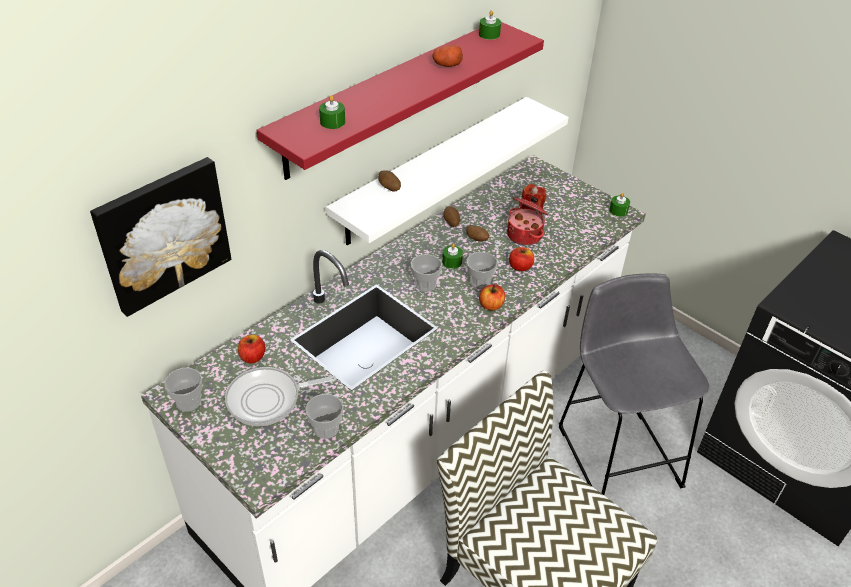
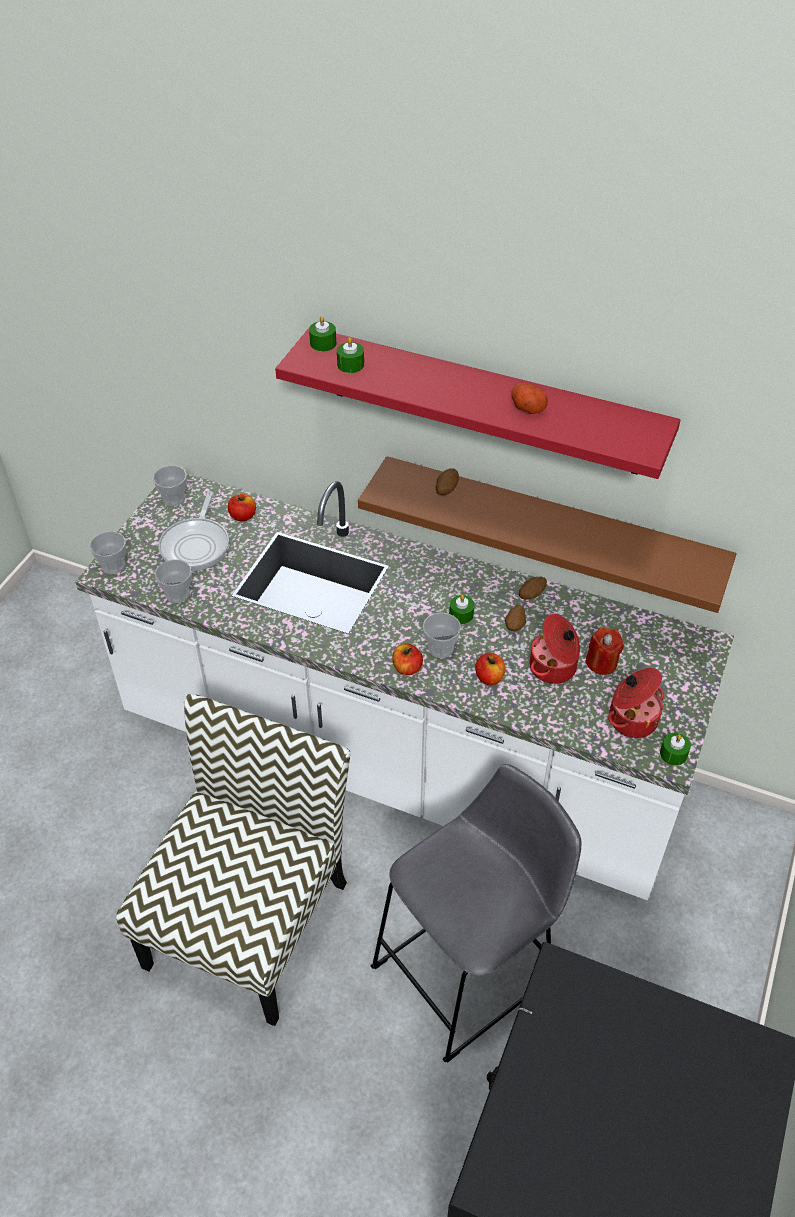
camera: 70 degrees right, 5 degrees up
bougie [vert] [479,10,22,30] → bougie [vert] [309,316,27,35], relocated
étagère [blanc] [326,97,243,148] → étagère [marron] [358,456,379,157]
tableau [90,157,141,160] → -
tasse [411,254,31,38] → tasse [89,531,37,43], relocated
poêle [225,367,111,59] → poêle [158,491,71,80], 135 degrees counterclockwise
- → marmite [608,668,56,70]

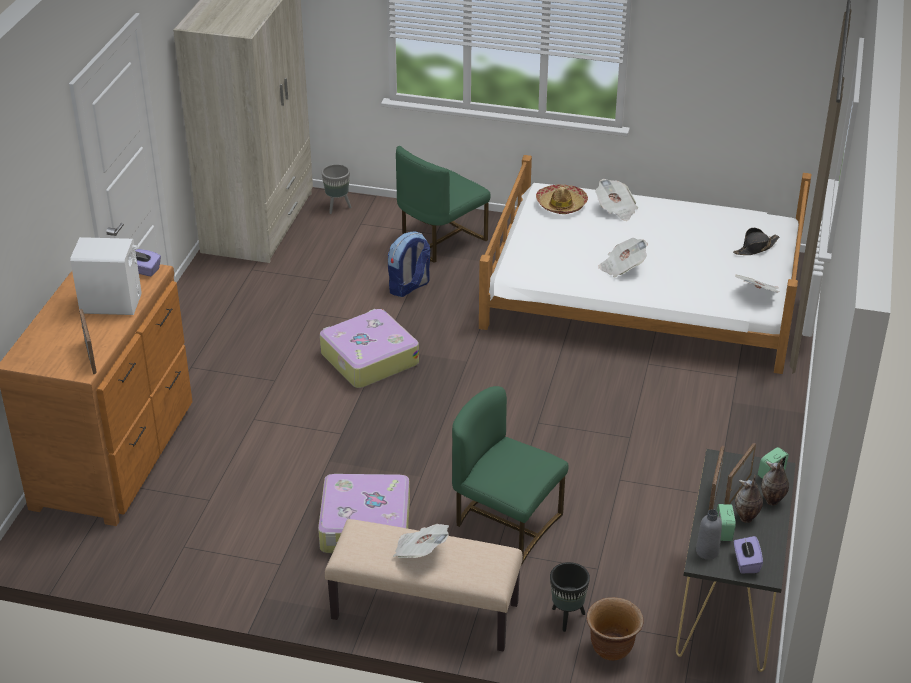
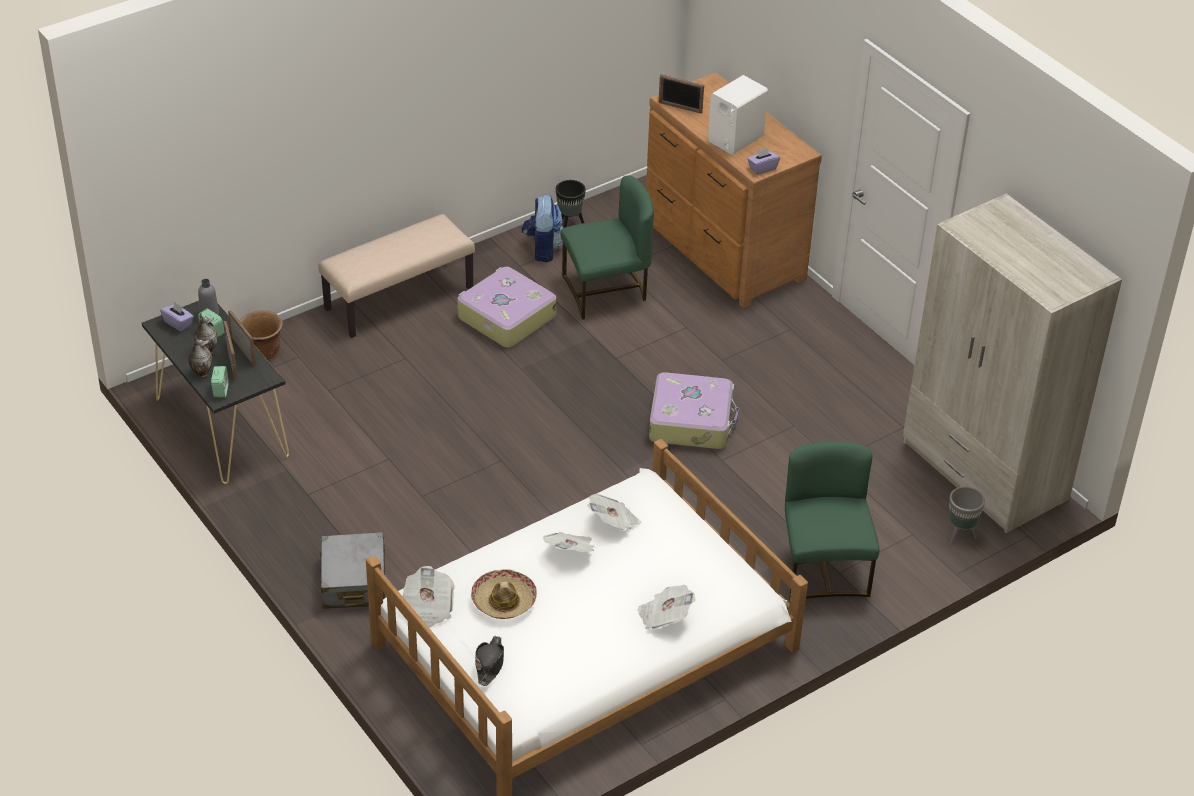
camera: 130 degrees right, 5 degrees up
chapeau [536,184,52,30] → chapeau [471,569,66,50], relocated
sac à dos [388,231,42,66] → sac à dos [522,194,41,68], relocated
chaise [vert] [452,386,117,179] → chaise [vert] [560,176,94,144], relocated
journal [393,524,56,34] → journal [587,494,54,36], relocated
cache-pot [noir] [550,562,40,70] → cache-pot [noir] [556,180,30,48], relocated
- → valise [gris] [319,532,67,77]

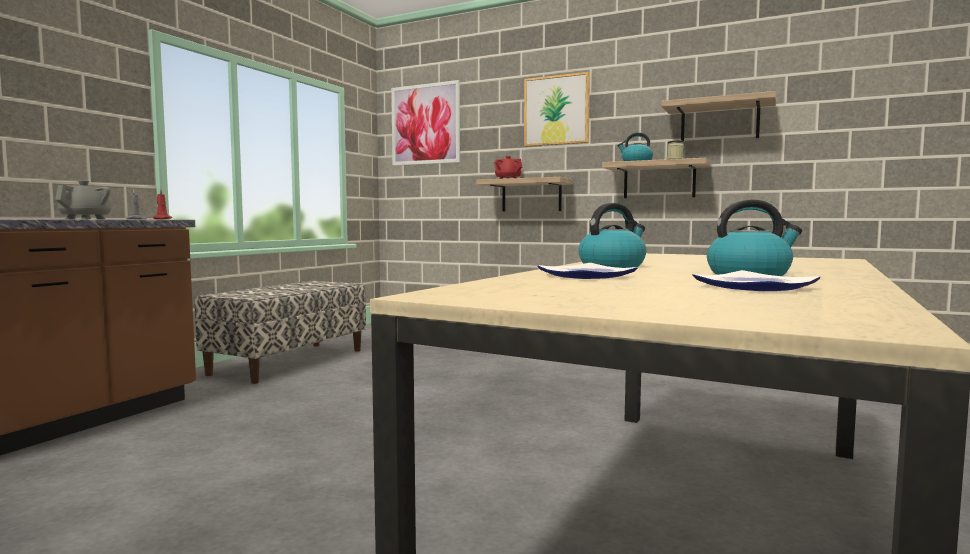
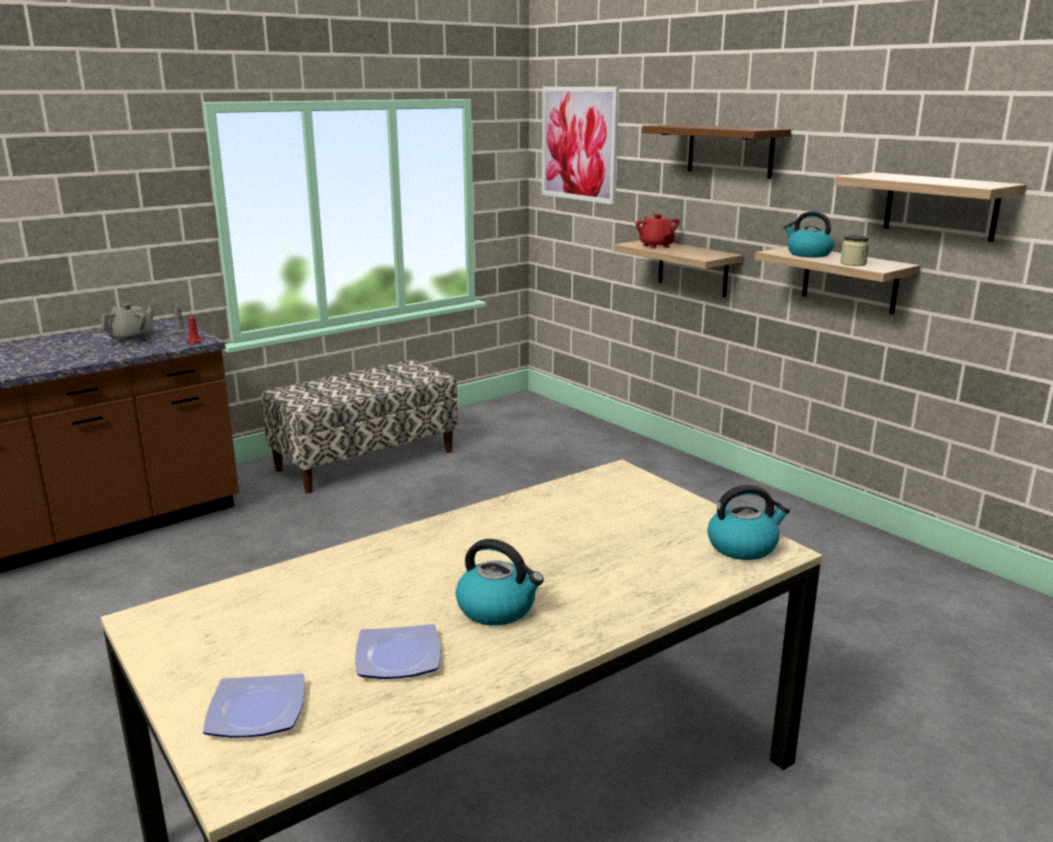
camera: 25 degrees right, 15 degrees up
tableau [524,72,66,75] → étagère [marron] [642,124,149,55]
bouilloire [578,203,68,65] → bouilloire [707,485,83,75], relocated
assiette [537,263,101,16] → assiette [203,674,102,64], relocated

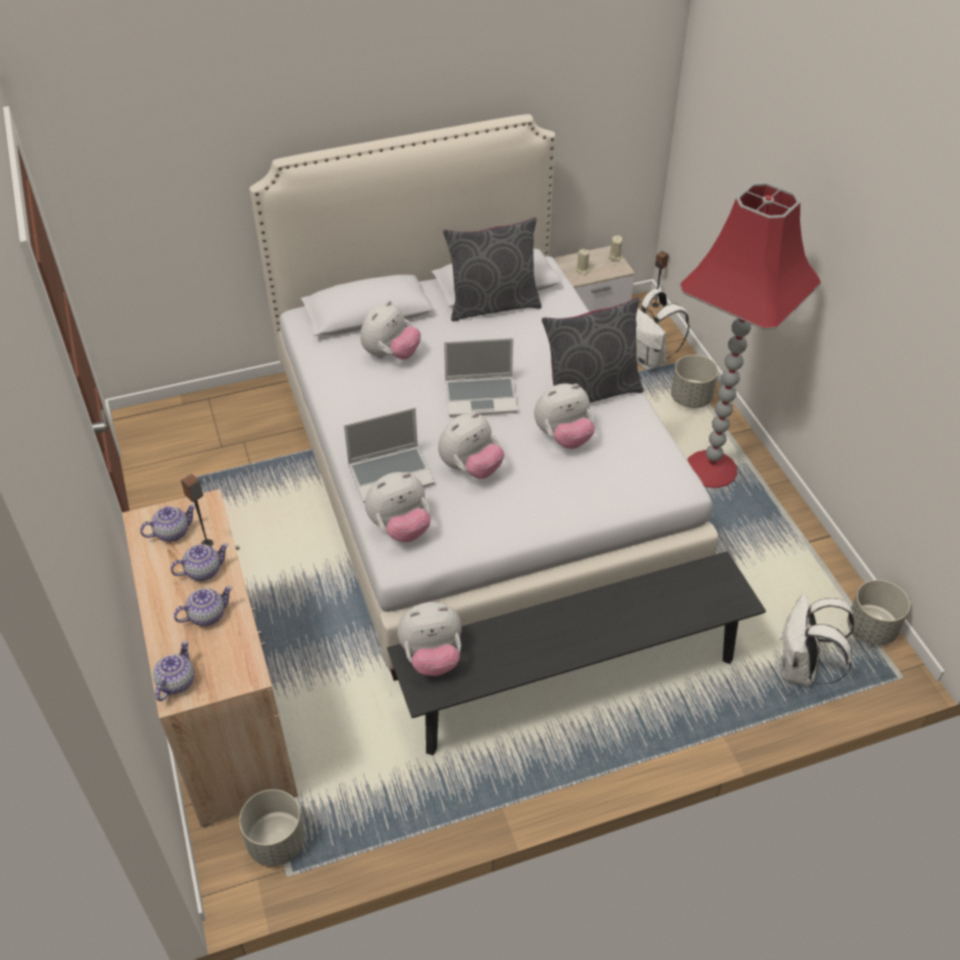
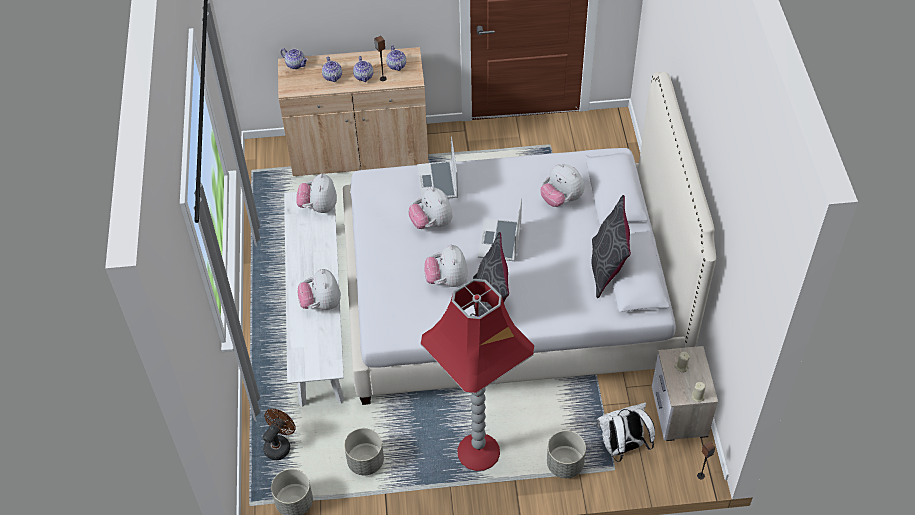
camera: 105 degrees right, 5 degrees up
peluche [365,472,66,70] → peluche [298,269,43,41], relocated
banc [noir] [387,551,379,204] → banc [blanc] [284,192,60,215]
sac à dos [blanc] [780,593,74,92] → ventilateur [marron] [263,409,33,51]
cache-pot [gris] [239,789,66,77] → cache-pot [gris] [344,428,40,47], relocated

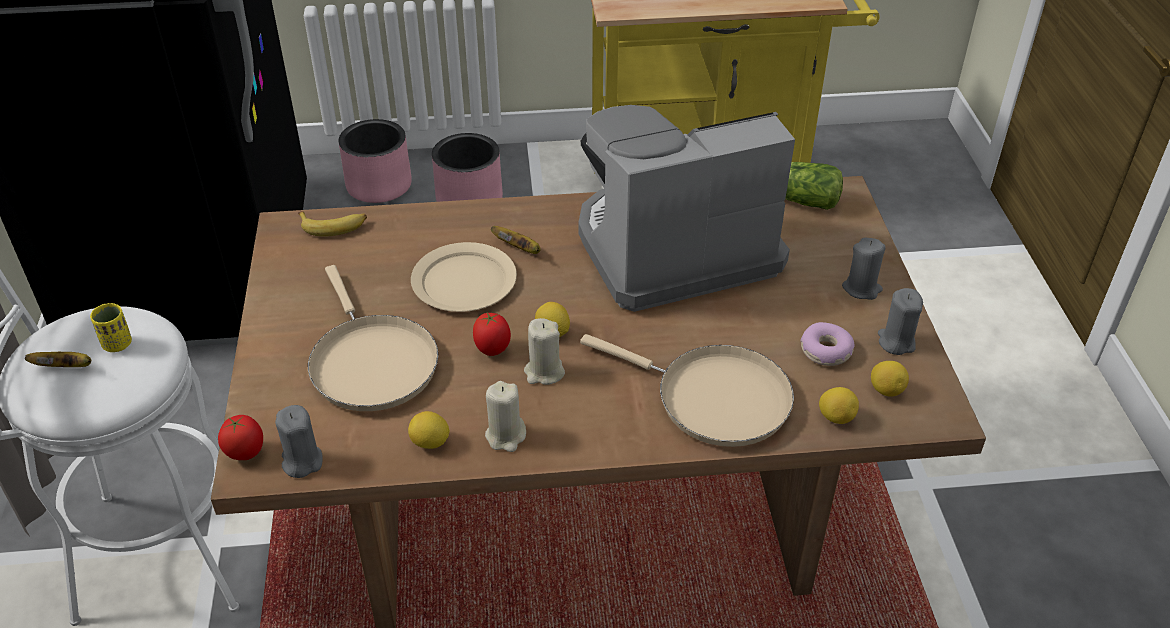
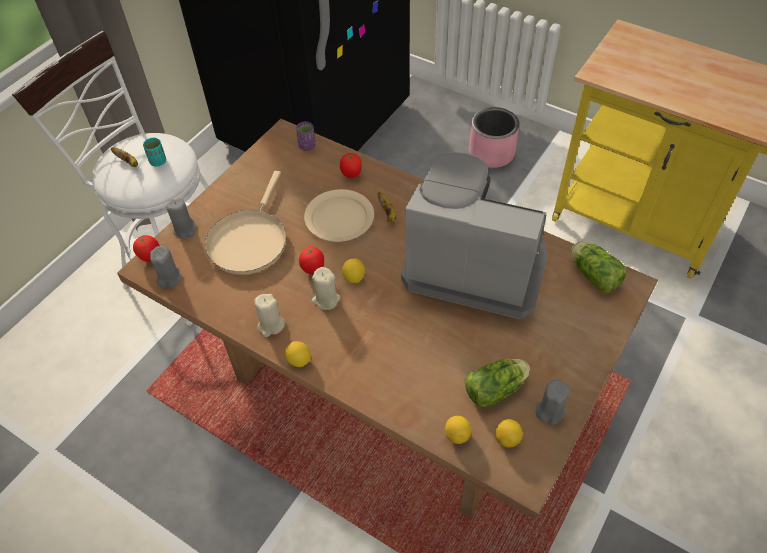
camera: 40 degrees right, 10 degrees up
cache-pot [rose] [339,119,73,84] → -
banane [298,211,69,26] → tasse [violet] [296,122,20,29]
bougie [gris] [842,238,44,62] → bougie [gris] [166,198,31,41], relocated
tasse [jaune] [90,303,42,49] → tasse [turquoise] [143,138,23,28]
beignet [801,322,54,44] → laitue [465,359,65,48]
poêle [beige] [580,334,214,113] → -
citron [408,411,42,38] → citron [285,341,26,26], relocated
- → tomate [340,153,22,25]

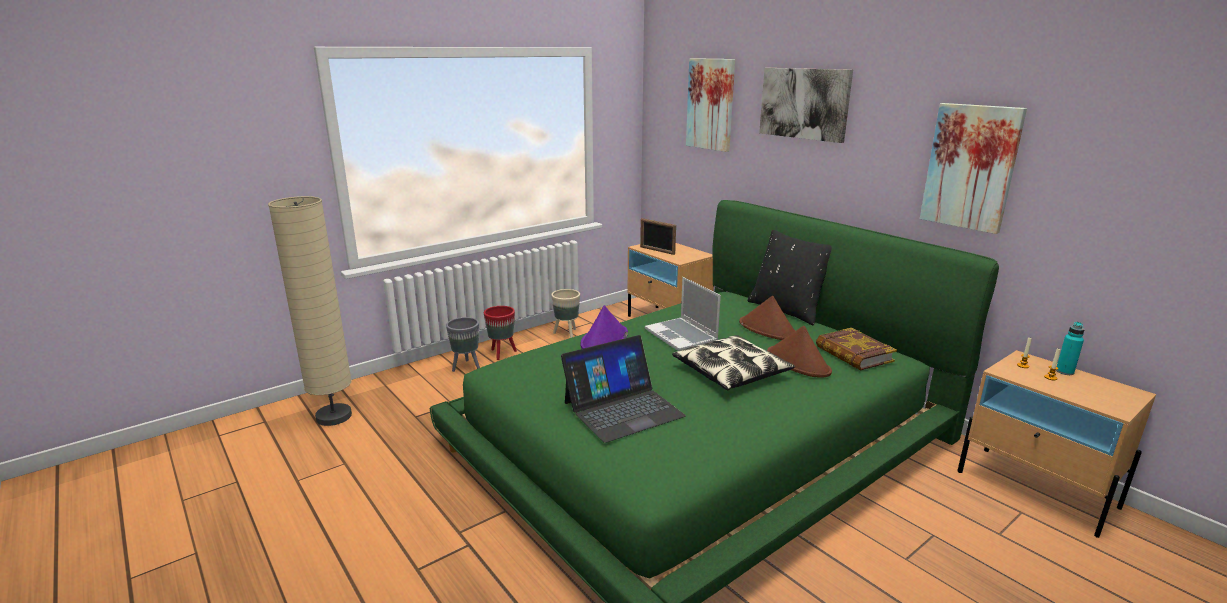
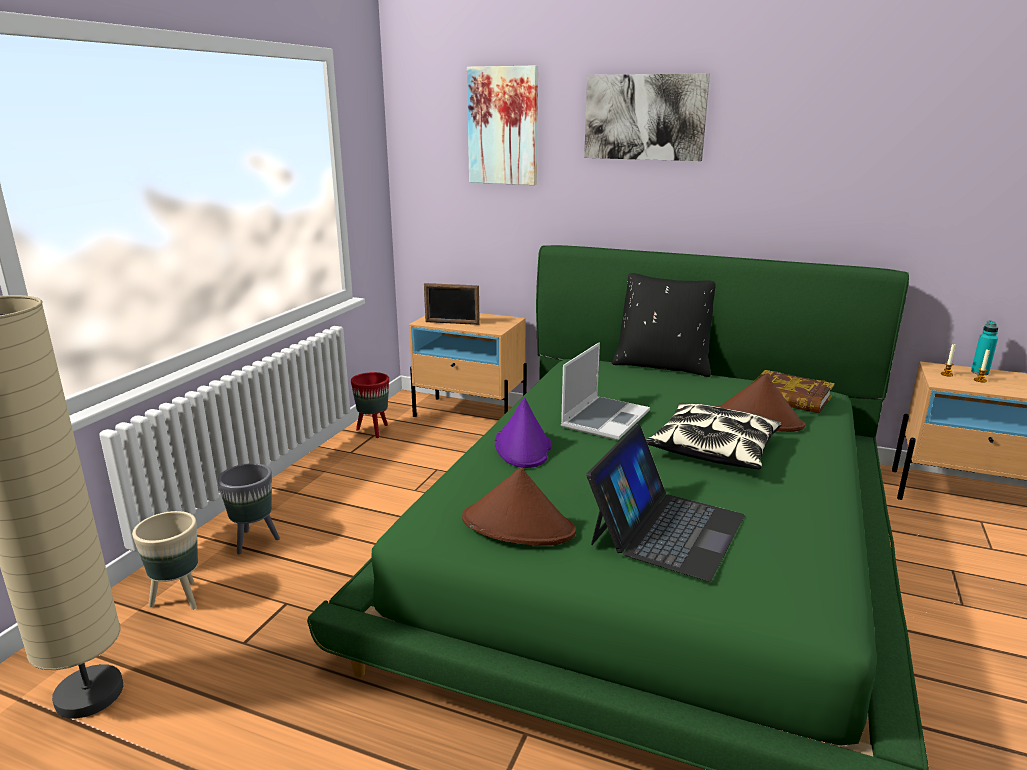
camera: 30 degrees left, 0 degrees up
tableau [920,103,107,131] → -
ordinateur portable [645,277,76,74] → ordinateur portable [561,342,89,98], 90 degrees counterclockwise
cache-pot [beige] [551,289,29,49] → cache-pot [beige] [132,511,66,99], relocated
chapeau [marron] [739,295,57,45] → chapeau [marron] [462,467,114,78], relocated
cache-pot [rouge] [484,306,33,54] → cache-pot [rouge] [351,372,38,66], relocated

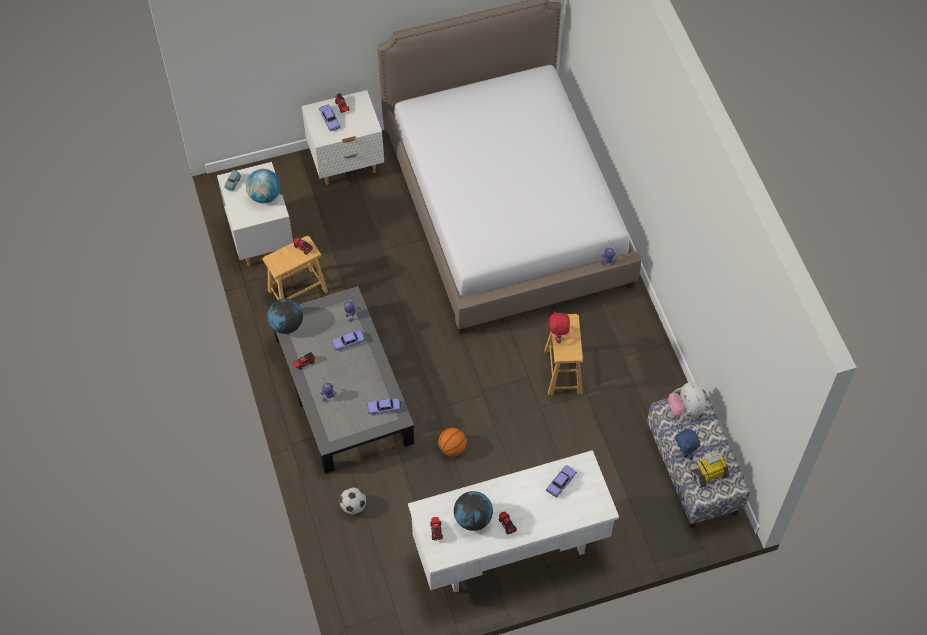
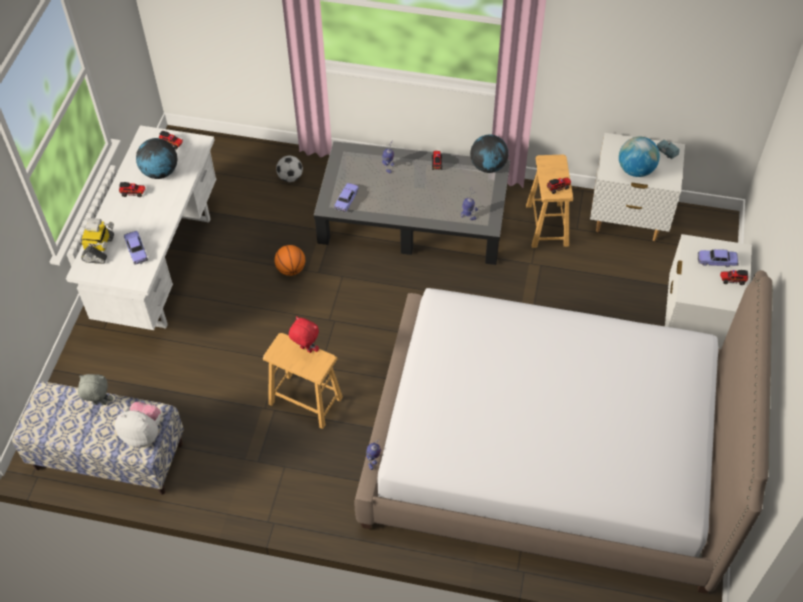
camera: 120 degrees right, 5 degrees down
petite voiture [332,330,34,21] → -
peluche [bleu] [675,429,25,31] → peluche [gris] [78,374,35,31]
robot jouet [691,450,38,38] → robot jouet [81,218,33,46], relocated

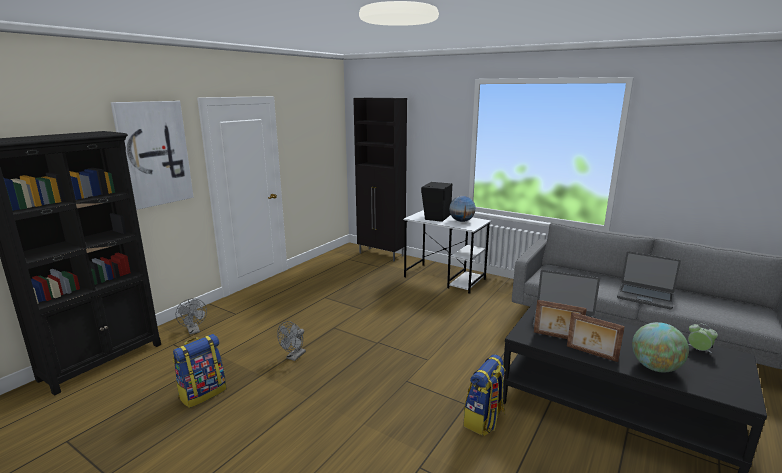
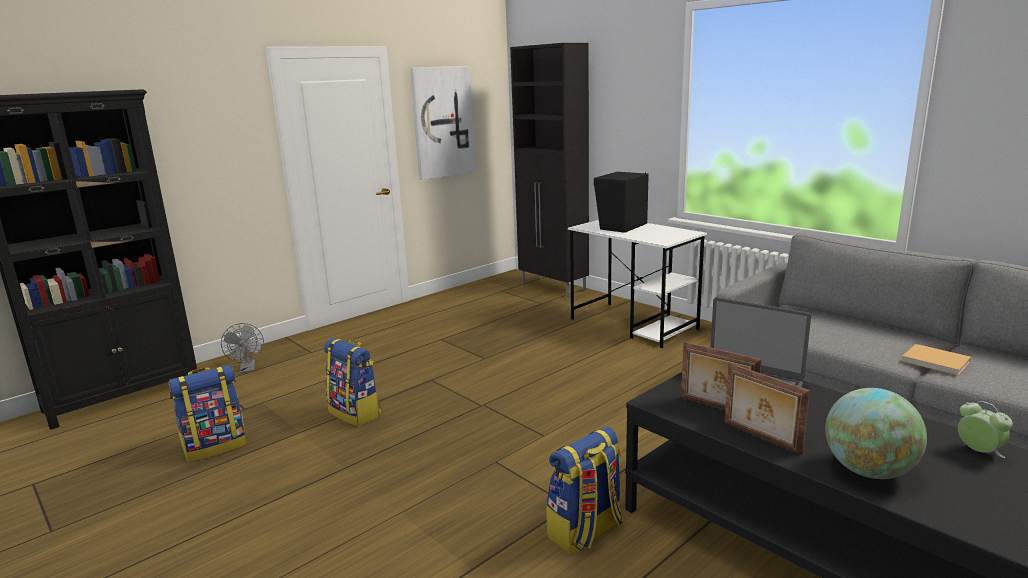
camera: 15 degrees right, 0 degrees up
tableau [111,101,83,109] → tableau [410,66,66,114], relocated
globe [449,196,27,26] → -
ordinateur portable [617,251,64,59] → livre [beige] [902,344,69,32]
ventilateur [gris] [277,321,29,40] → sac à dos [324,338,57,88]

